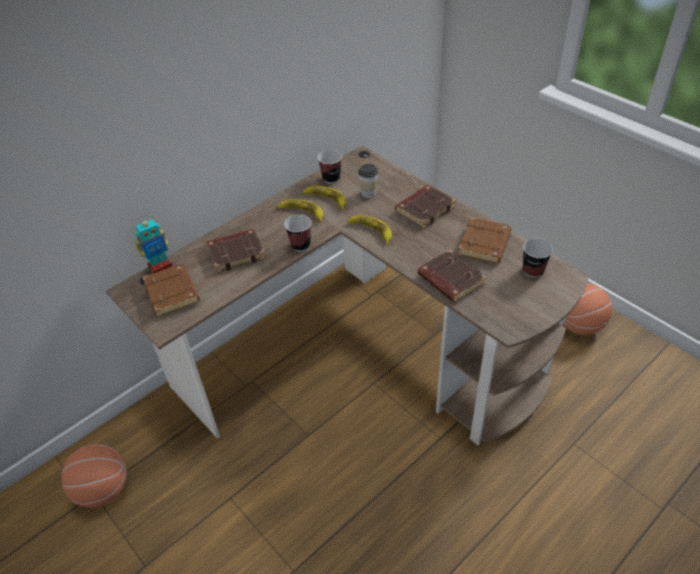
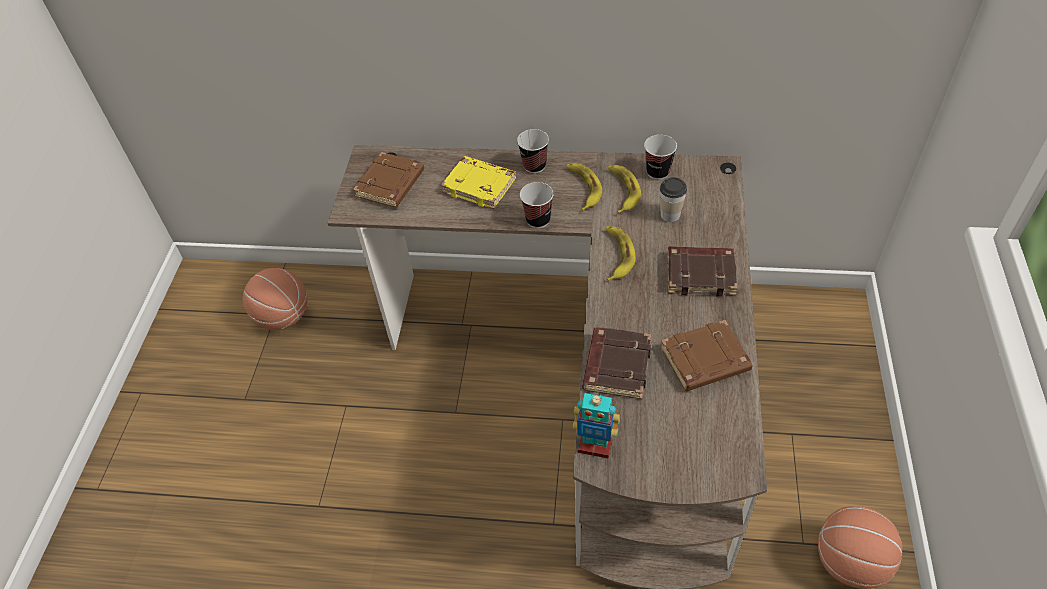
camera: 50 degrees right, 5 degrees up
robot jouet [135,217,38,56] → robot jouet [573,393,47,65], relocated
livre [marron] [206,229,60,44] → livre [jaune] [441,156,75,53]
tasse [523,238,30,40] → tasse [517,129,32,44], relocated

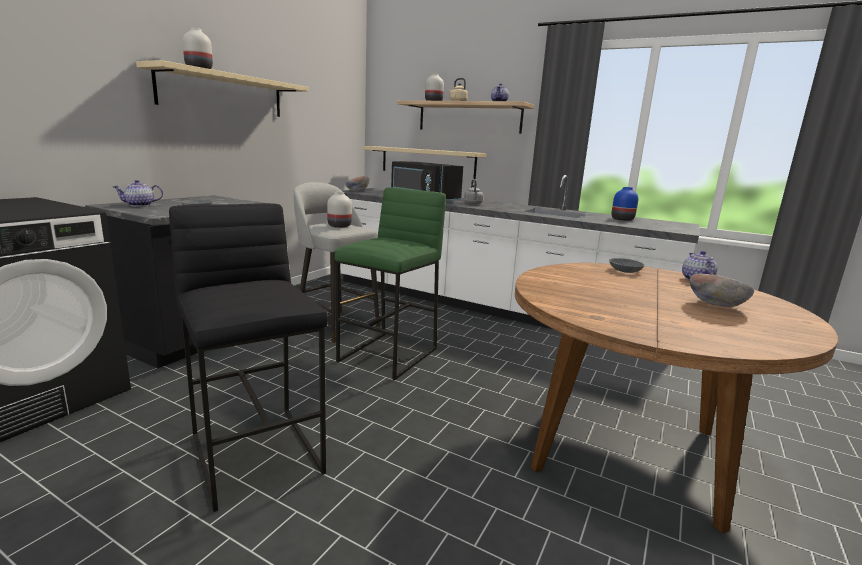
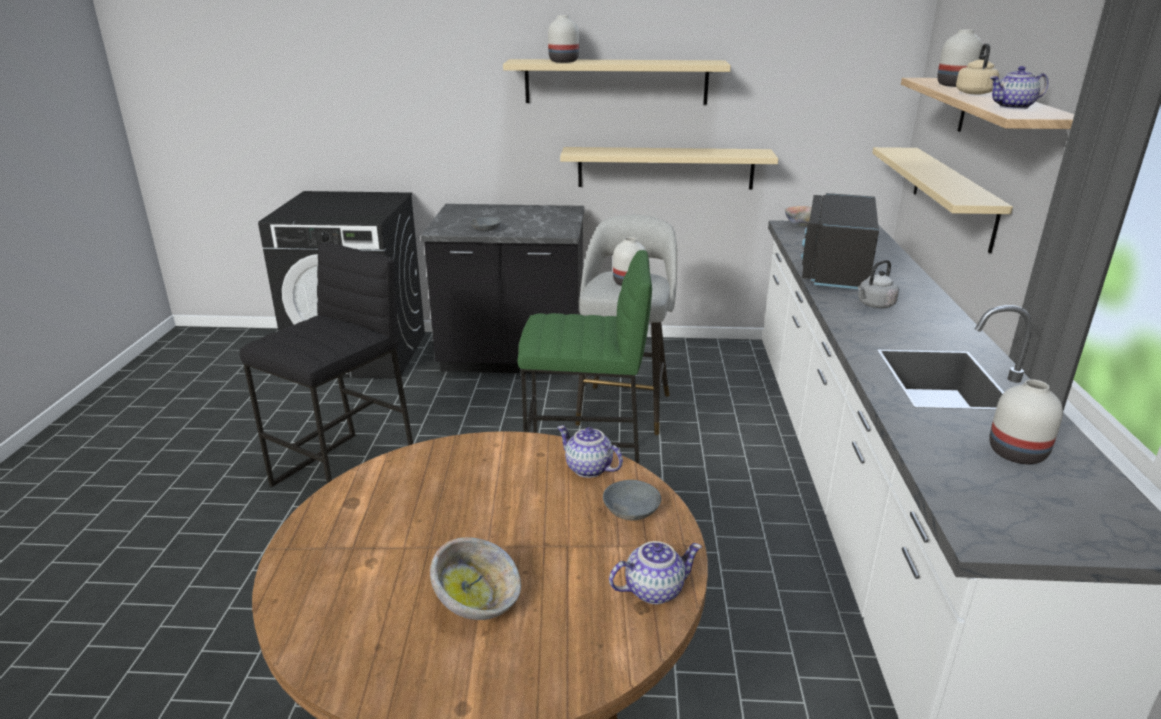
camera: 65 degrees right, 10 degrees up
théière [113,180,50,27] → théière [557,426,66,52], relocated
vase [bleu] [611,187,27,34] → vase [blanc] [989,379,74,85]
- → étagère [beige] [560,147,218,42]

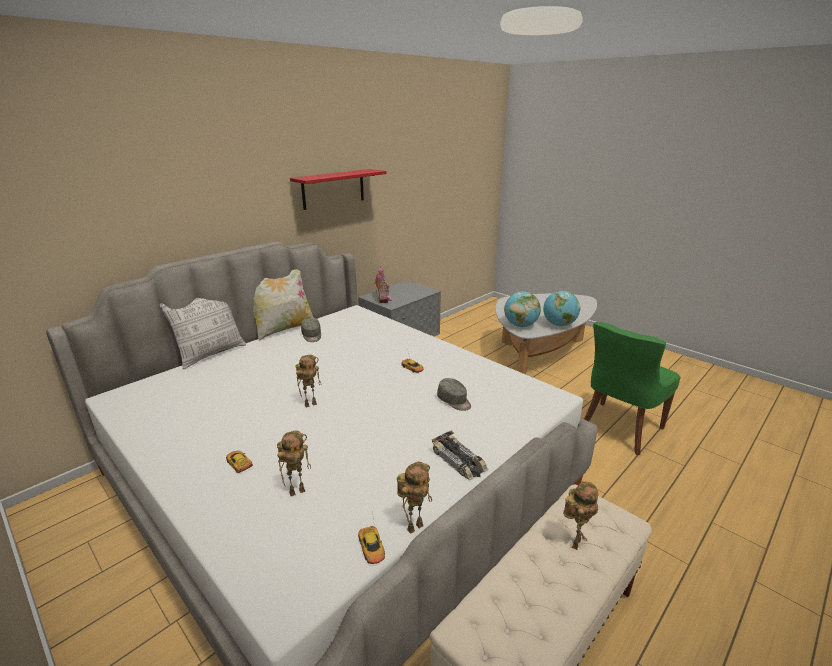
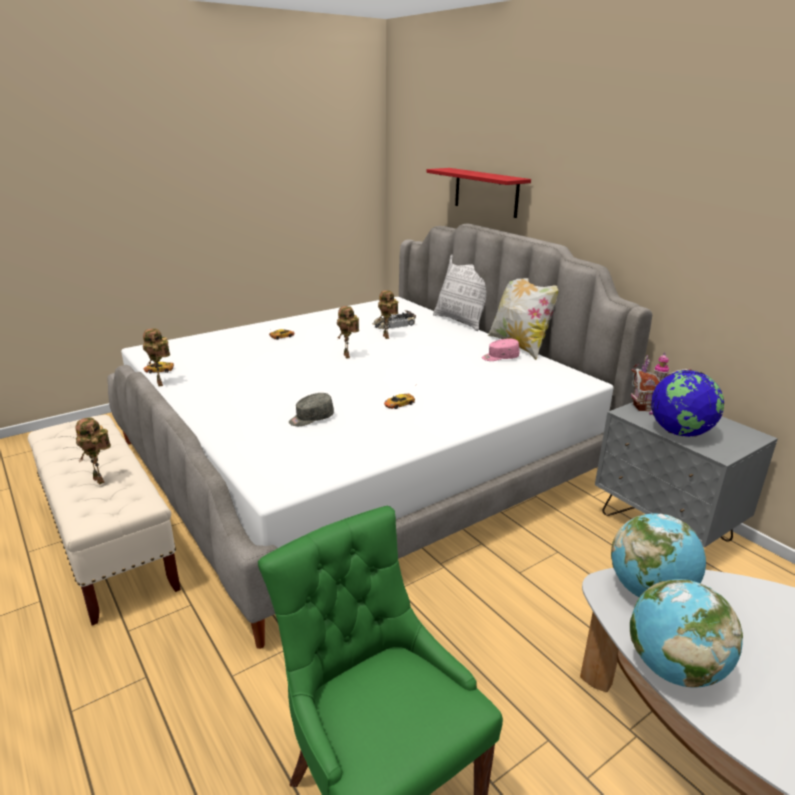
camera: 100 degrees right, 0 degrees up
étagère [rouge] [290,169,97,41] → étagère [rouge] [427,168,104,50], relocated
casquette [gris] [301,318,20,24] → casquette [rose] [482,339,38,22]
petite voiture [432,430,56,50] → petite voiture [373,310,43,20], relocated
robot jouet [277,431,34,65] → robot jouet [377,290,21,49], relocated
- → globe [651,370,73,67]

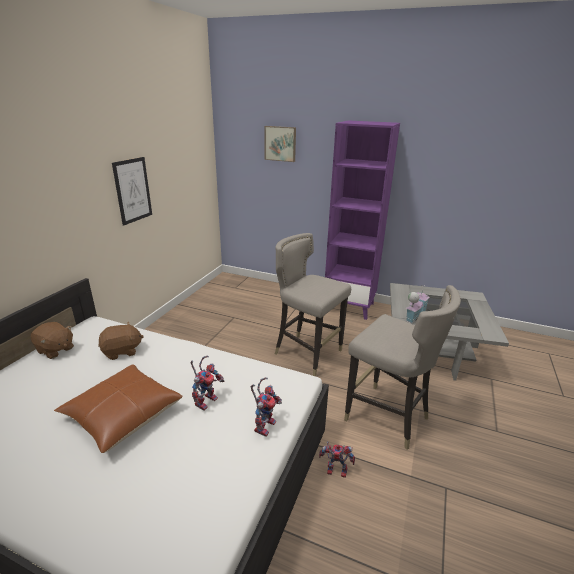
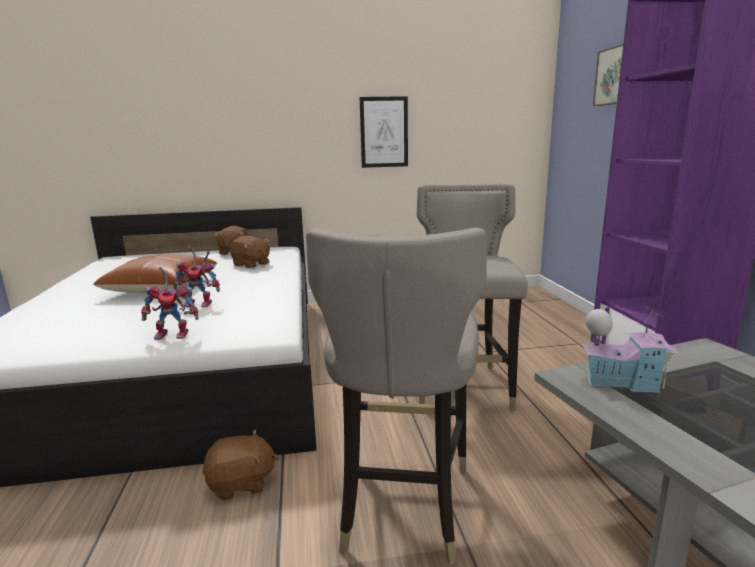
camera: 60 degrees right, 10 degrees down
robot jouet [319,441,36,37] → peluche [marron] [202,429,77,71]

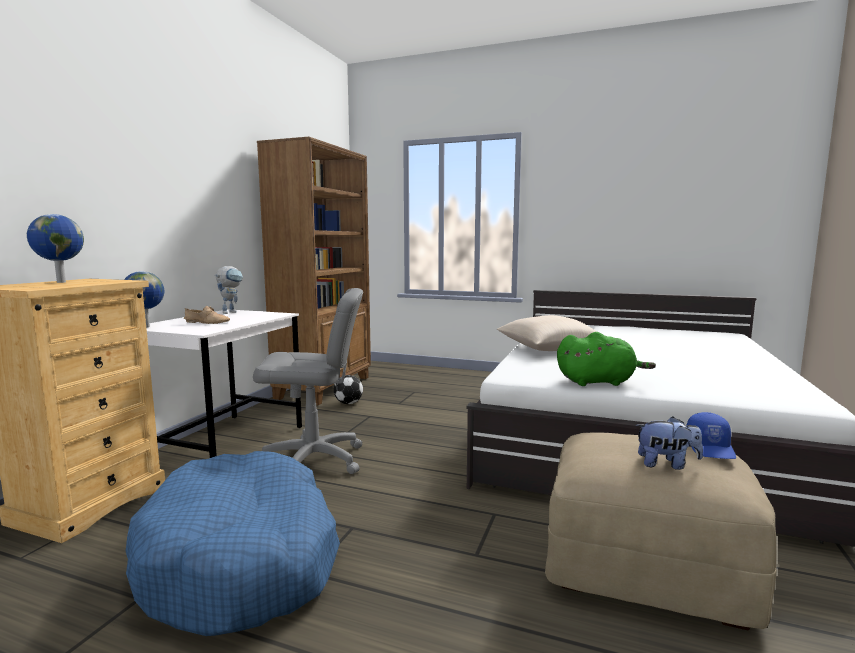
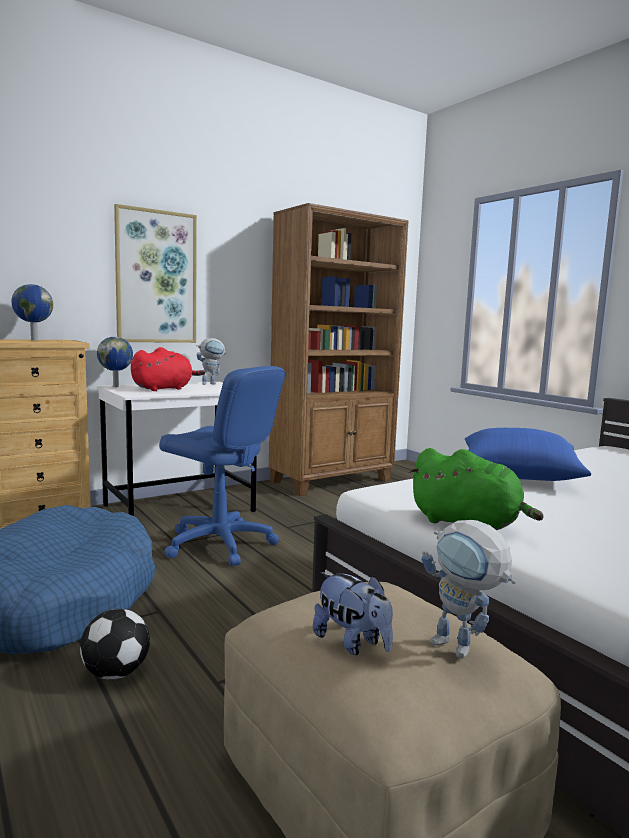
camera: 35 degrees right, 0 degrees up
chaise de bureau [gris] [253,288,110,186] → chaise de bureau [bleu] [159,366,126,200]
chaussure [beige] [184,306,46,18] → peluche [rouge] [131,347,74,44]
coussin [beige] [497,315,108,36] → coussin [bleu] [465,428,126,53]
ballon de foot [334,375,29,29] → ballon de foot [80,609,70,71], relocated
casquette [bleu] [686,412,50,47] → robot jouet [421,520,95,138]
- → tableau [114,204,83,139]

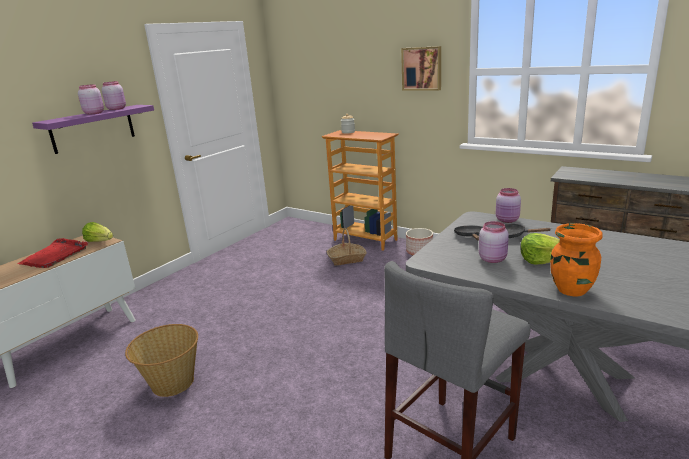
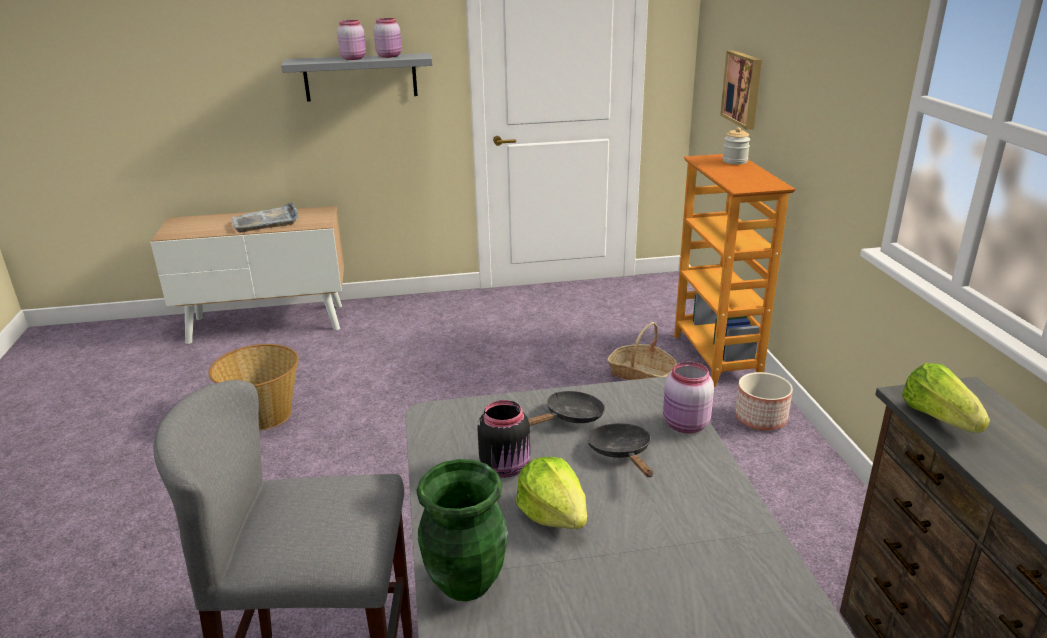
camera: 45 degrees right, 5 degrees up
tableau [401,46,40,45] → tableau [720,50,42,80], relocated
étagère [violet] [32,105,122,49] → étagère [gris] [281,53,152,49]
bocal [rose] [479,221,30,42] → bocal [noir] [477,400,53,78]
laitue [82,222,31,20] → laitue [902,363,88,70], relocated
vase [orange] [550,223,53,73] → vase [vert] [417,459,91,142]
plateau [rouge] [17,238,71,30] → plateau [gris] [232,203,67,29]

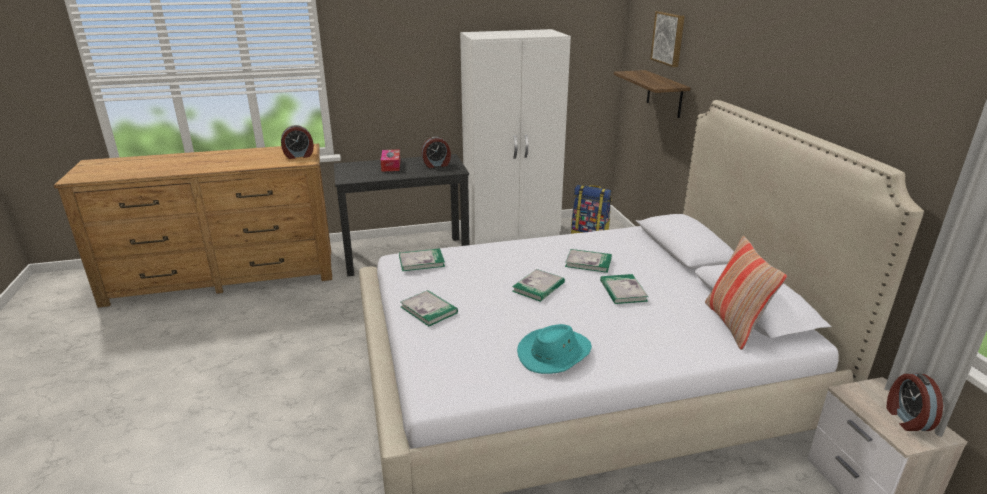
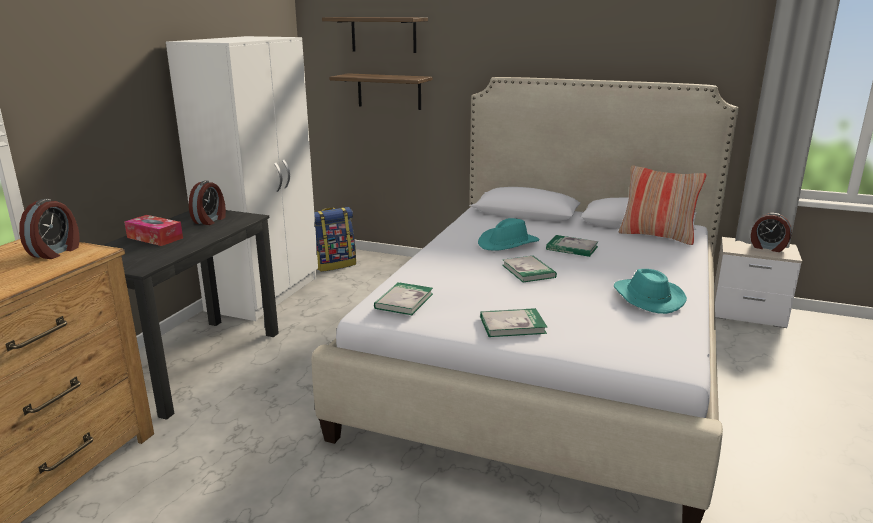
camera: 55 degrees left, 5 degrees down
tableau [650,11,35,56] → étagère [322,17,106,36]
livre [565,249,47,24] → chapeau [turquoise] [478,218,62,33]

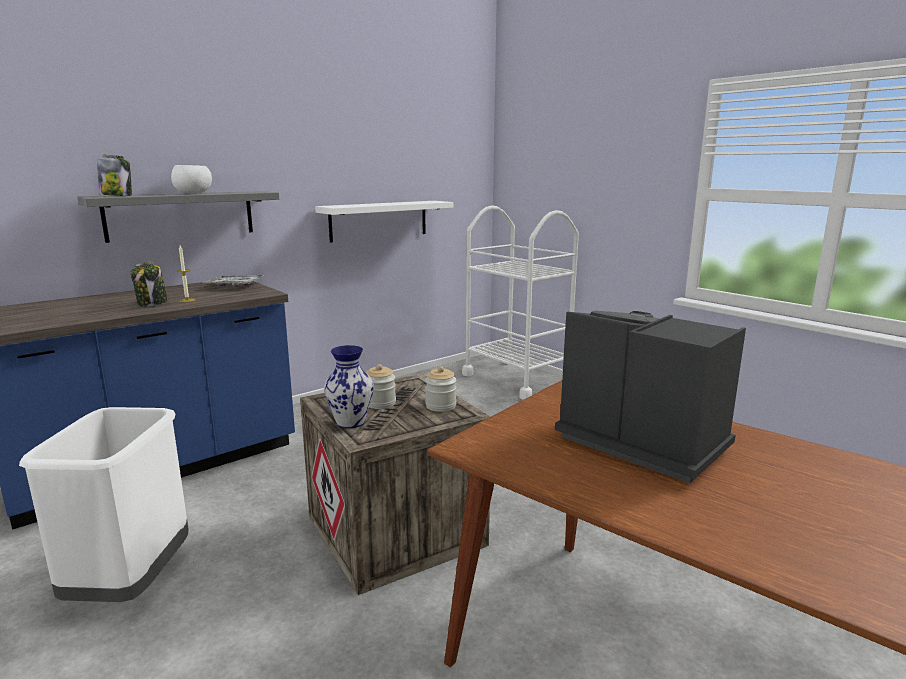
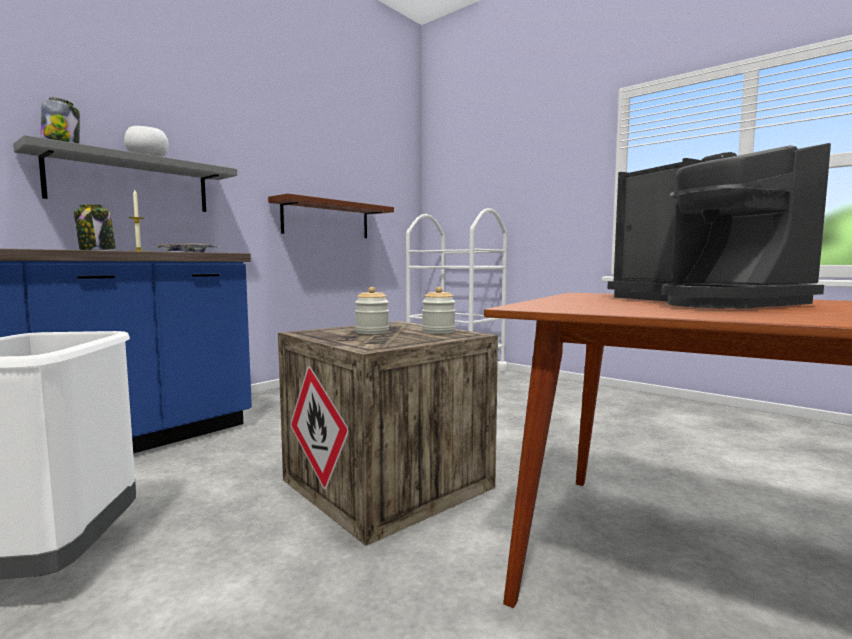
camera: 10 degrees left, 10 degrees down
étagère [blanc] [315,201,138,42] → étagère [marron] [268,194,126,44]
machine à café [555,310,191,173] → machine à café [607,143,224,166], 150 degrees counterclockwise
vase [324,345,50,84] → -

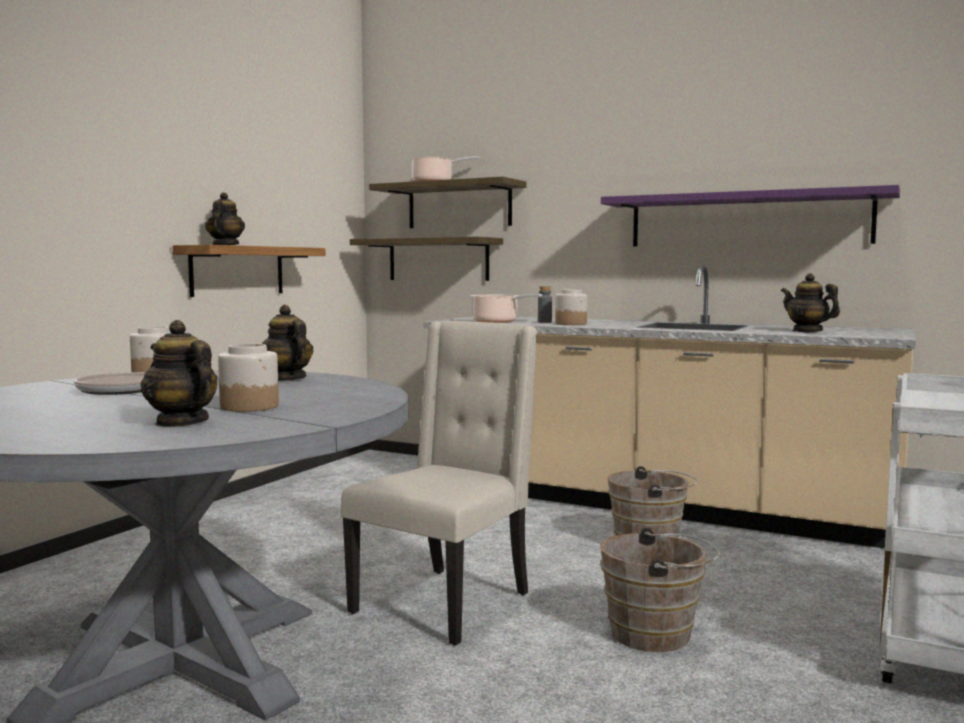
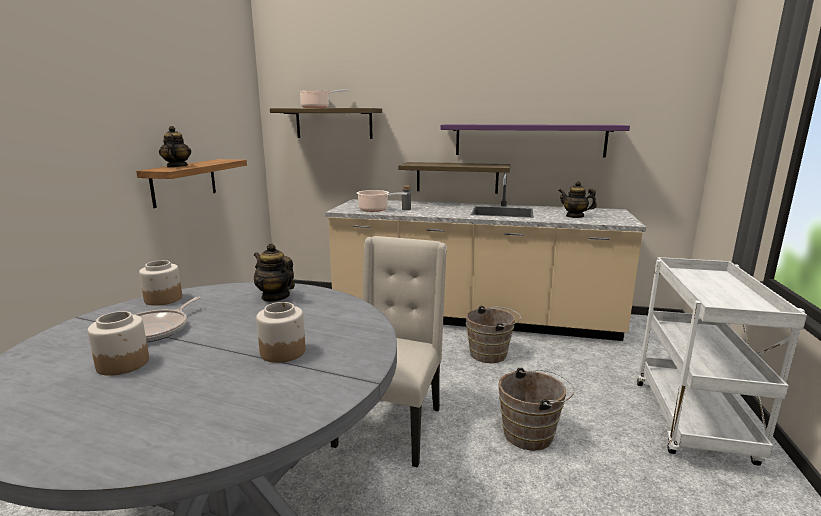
camera: 15 degrees left, 10 degrees up
étagère [350,237,153,44] → étagère [398,162,113,32], relocated
bocal [555,289,32,36] → bocal [87,311,62,65], relocated
théière [141,320,77,107] → -

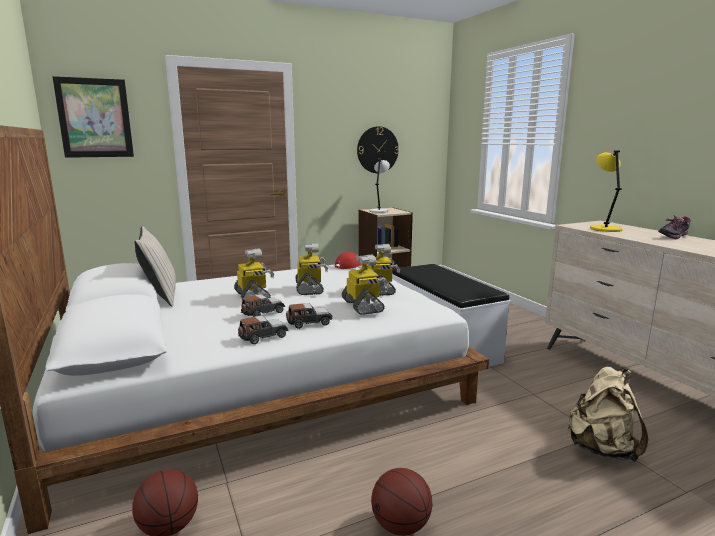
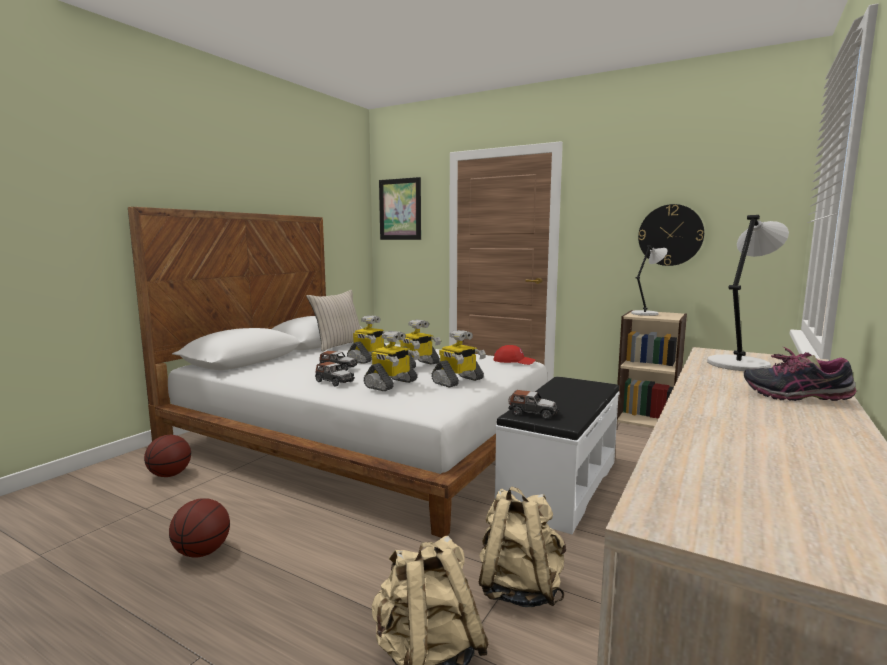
camera: 55 degrees right, 5 degrees down
lampe de table [jaune] [590,150,33,82] → lampe de table [gris] [707,215,82,156]
petite voiture [238,316,50,28] → petite voiture [508,390,51,30], relocated
- → sac à dos [beige] [479,486,87,121]

